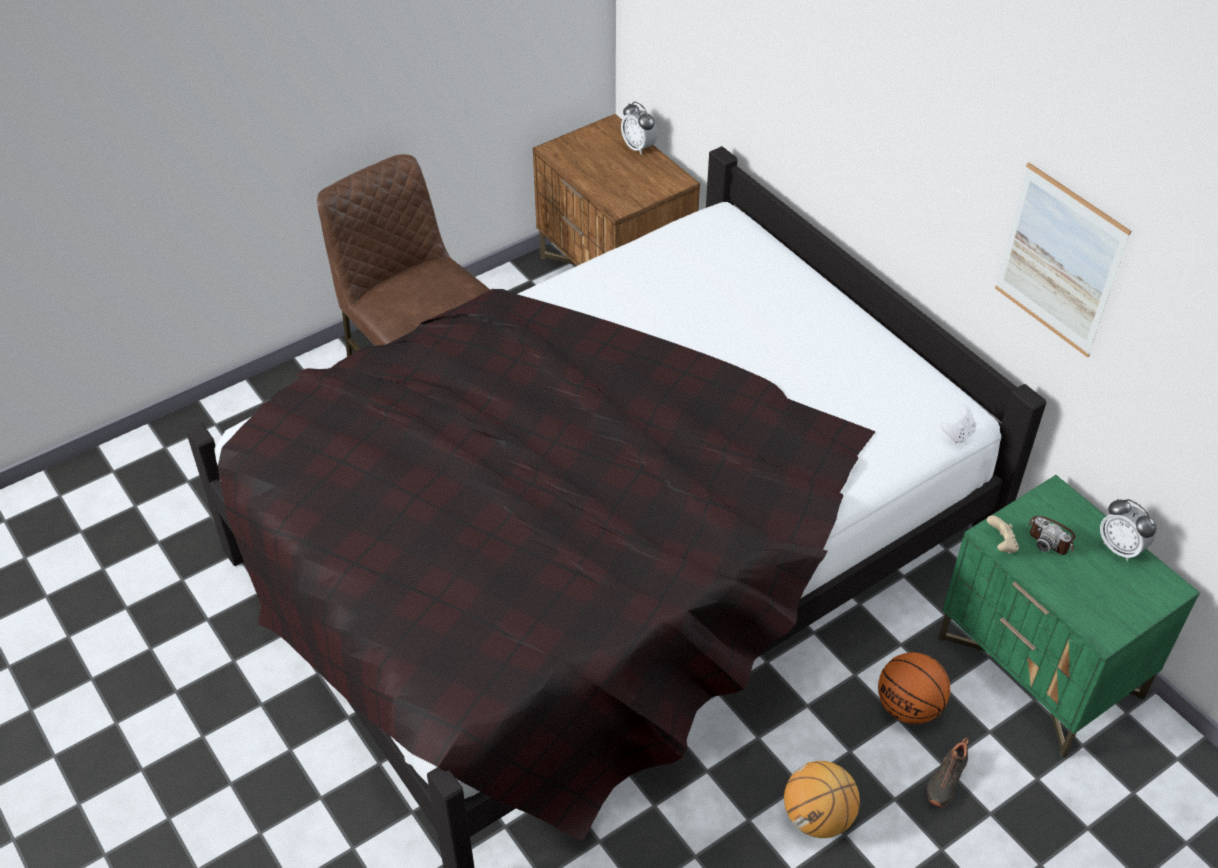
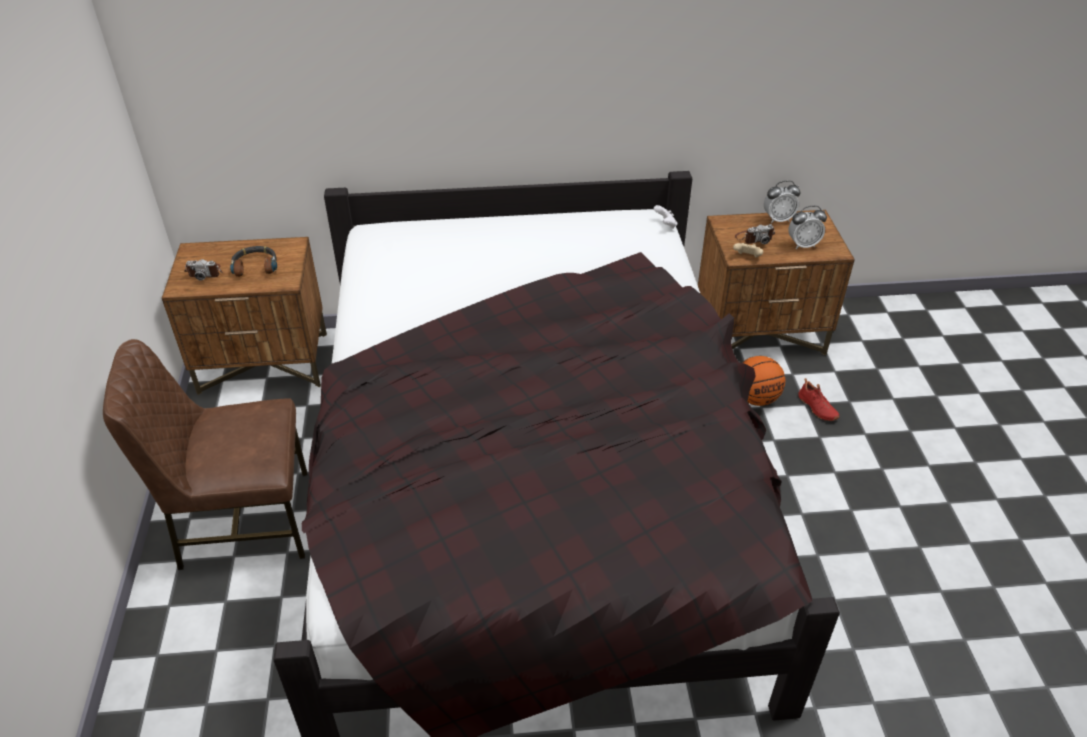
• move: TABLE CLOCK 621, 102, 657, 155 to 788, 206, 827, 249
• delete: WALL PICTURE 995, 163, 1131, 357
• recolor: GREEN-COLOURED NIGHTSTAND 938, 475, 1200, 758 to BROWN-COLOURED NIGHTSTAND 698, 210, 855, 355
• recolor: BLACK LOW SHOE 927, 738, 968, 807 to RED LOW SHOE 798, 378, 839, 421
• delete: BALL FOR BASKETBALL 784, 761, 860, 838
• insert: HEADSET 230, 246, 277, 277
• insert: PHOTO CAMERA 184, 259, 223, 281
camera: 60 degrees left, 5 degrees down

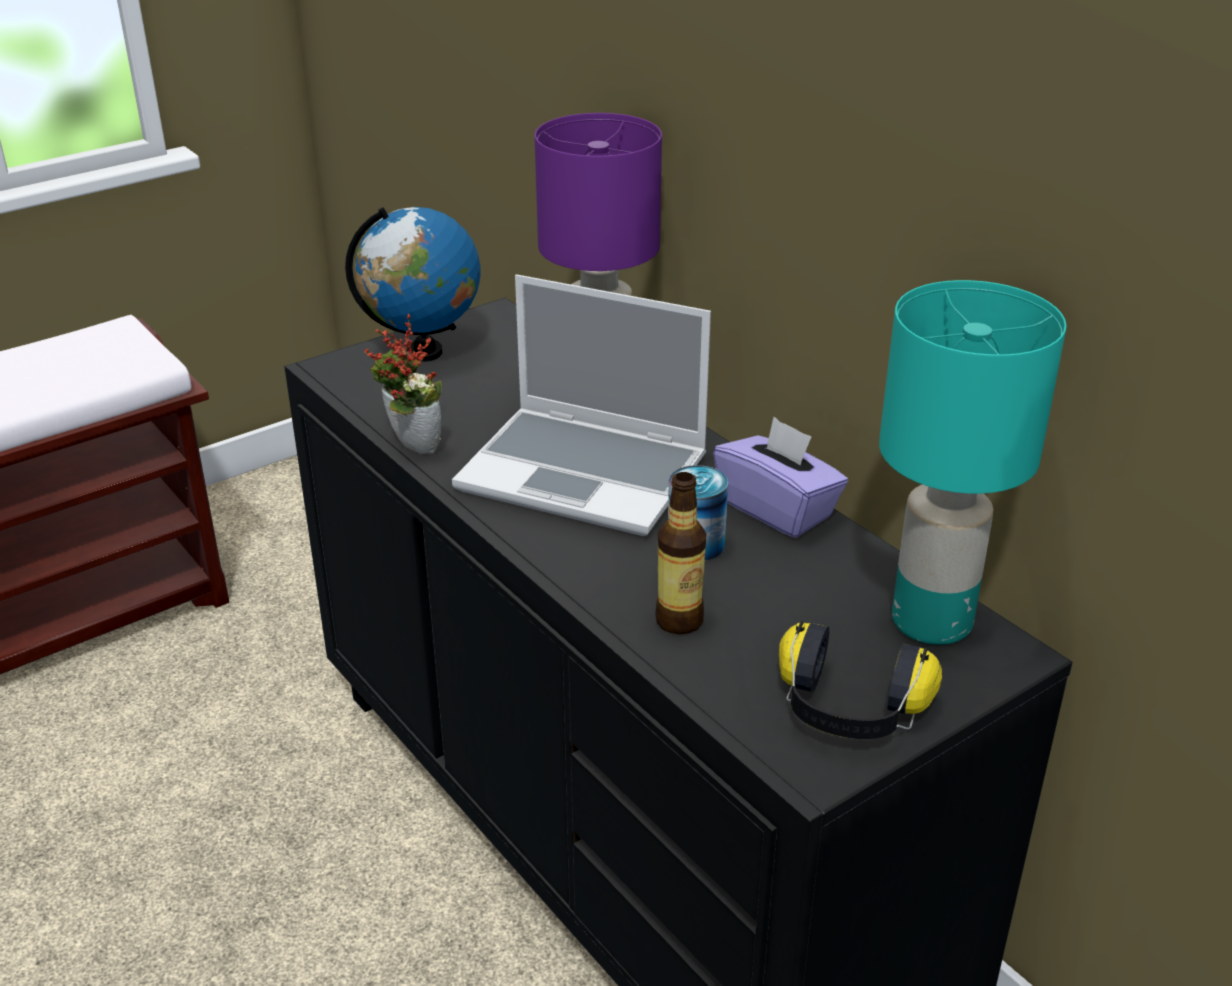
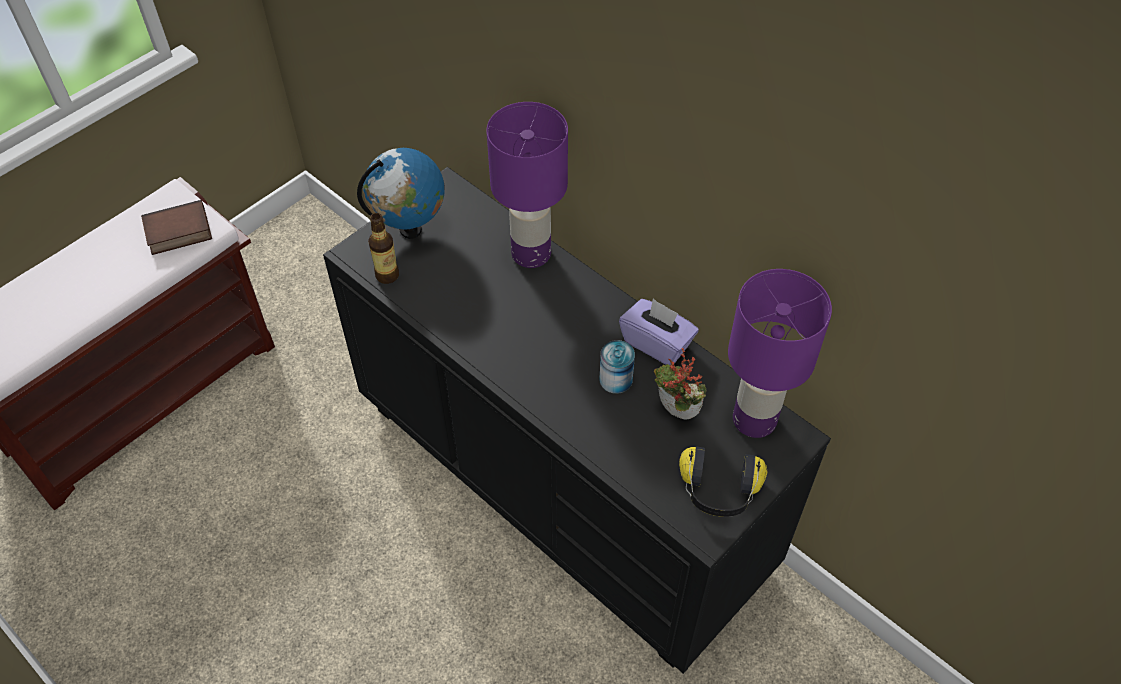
• delete: LAPTOP 452, 275, 711, 536
• recolor: TURQUOISE TABLE LAMP 879, 280, 1067, 645 to PURPLE TABLE LAMP 728, 269, 832, 438
• move: PLANT IN A POT 364, 314, 442, 454 to 654, 348, 706, 420
• move: BOTTLE 655, 472, 706, 634 to 368, 213, 399, 284
• insert: VOLUME 141, 200, 212, 255
camera: 10 degrees left, 20 degrees up

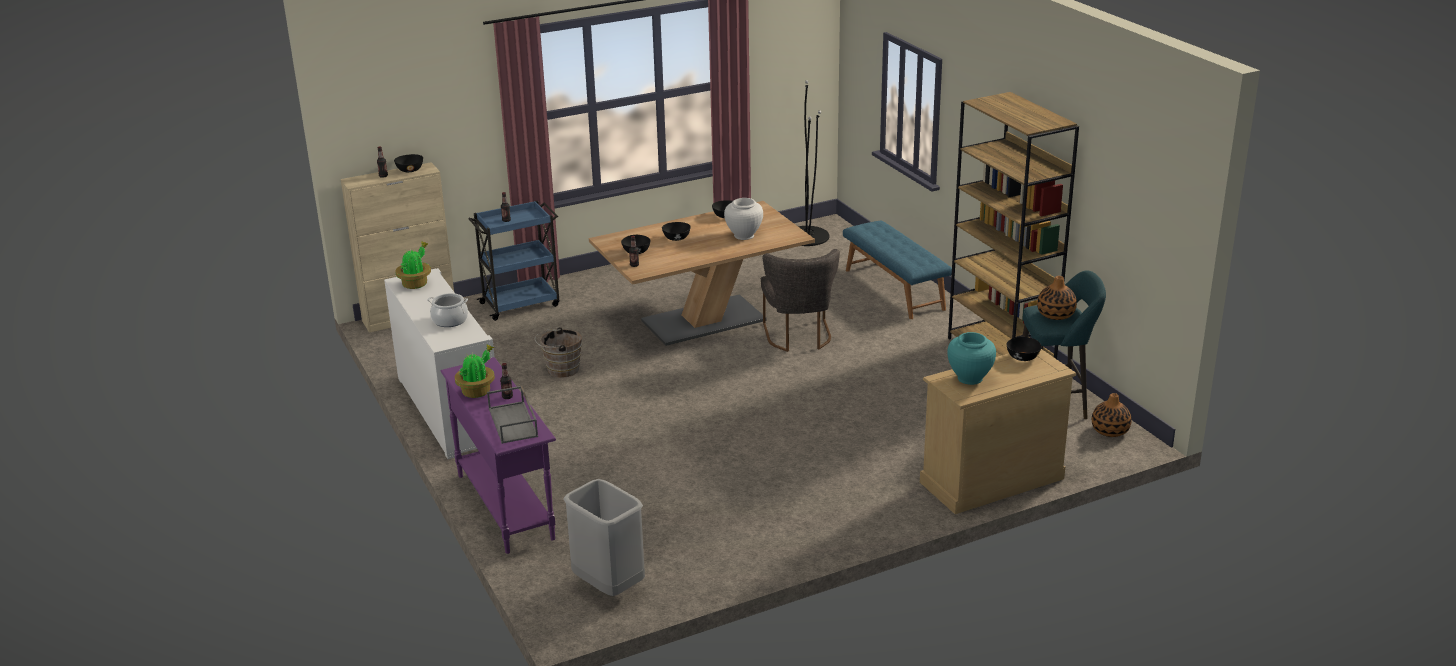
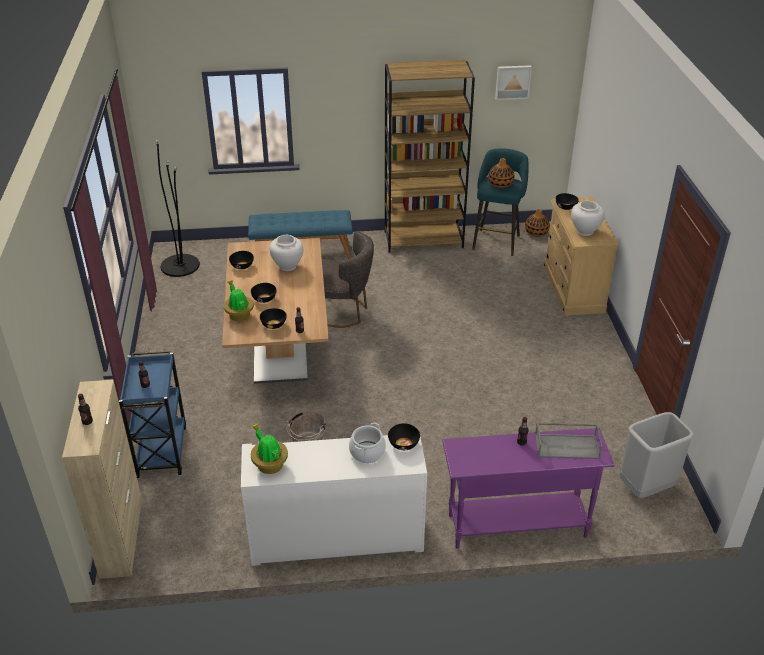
• move: BLACK BOWL 394, 154, 423, 172 to 388, 423, 420, 450
• recolor: TURQUOISE DECORATIVE VASE 947, 332, 996, 385 to WHITE-COLOURED DECORATIVE VASE 571, 201, 605, 236
• move: PLANT IN A POT 455, 344, 495, 398 to 224, 280, 254, 321
• insert: WALL PICTURE 495, 65, 532, 100
camera: 70 degrees left, 10 degrees up

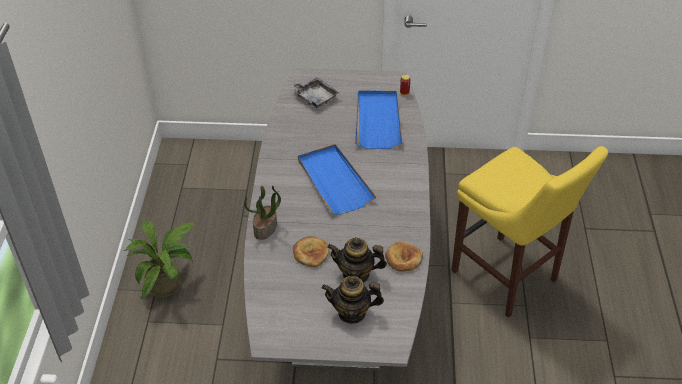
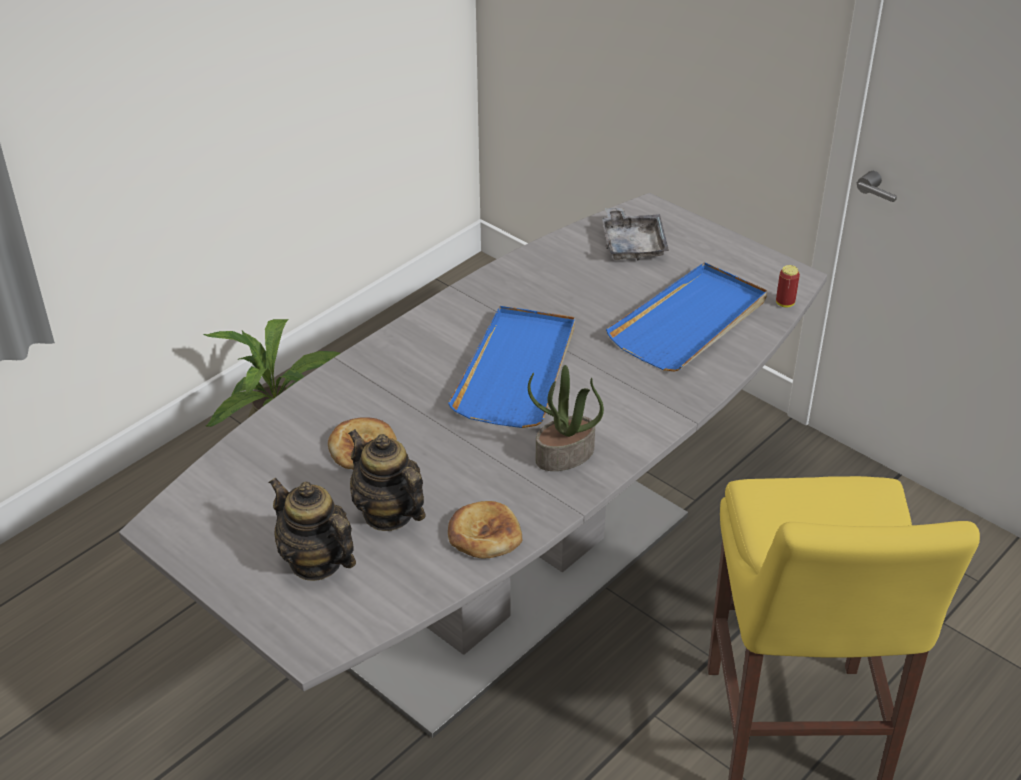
• move: PLANT IN A POT 244, 186, 281, 240 to 528, 365, 604, 471
camera: 40 degrees right, 5 degrees down

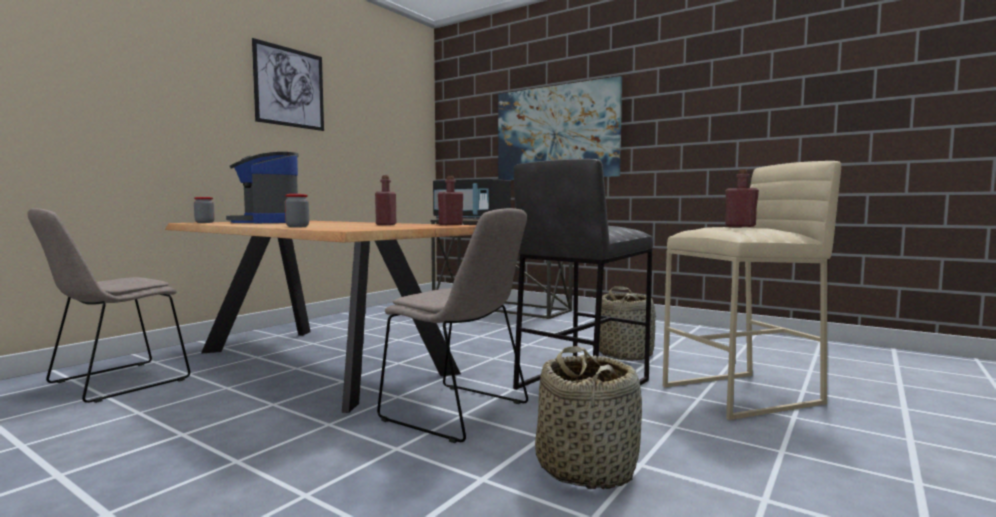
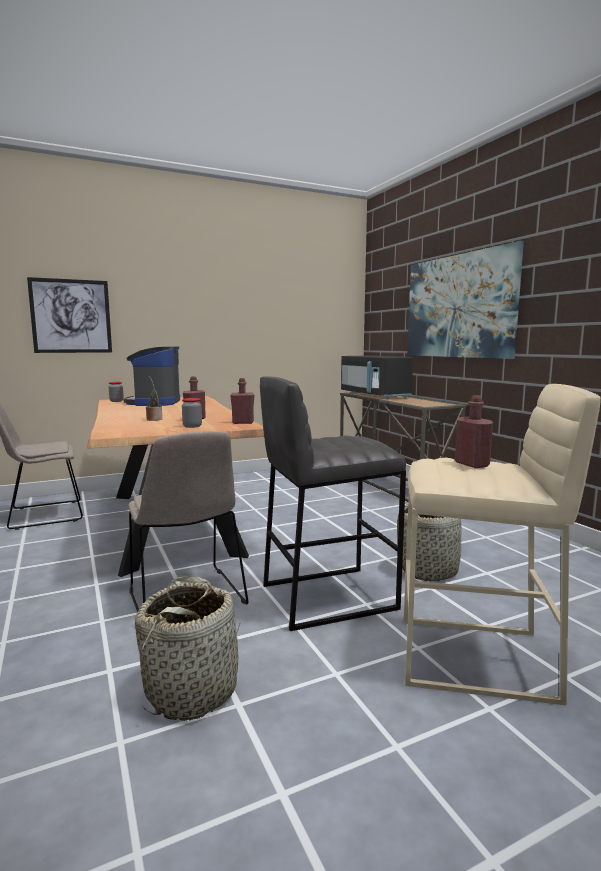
• move: WALL PICTURE 252, 38, 324, 131 to 27, 277, 112, 353
• move: STORAGE JAR 285, 194, 309, 227 to 182, 398, 202, 428
• insert: PLANT IN A POT 146, 376, 163, 421
camera: 30 degrees right, 5 degrees up

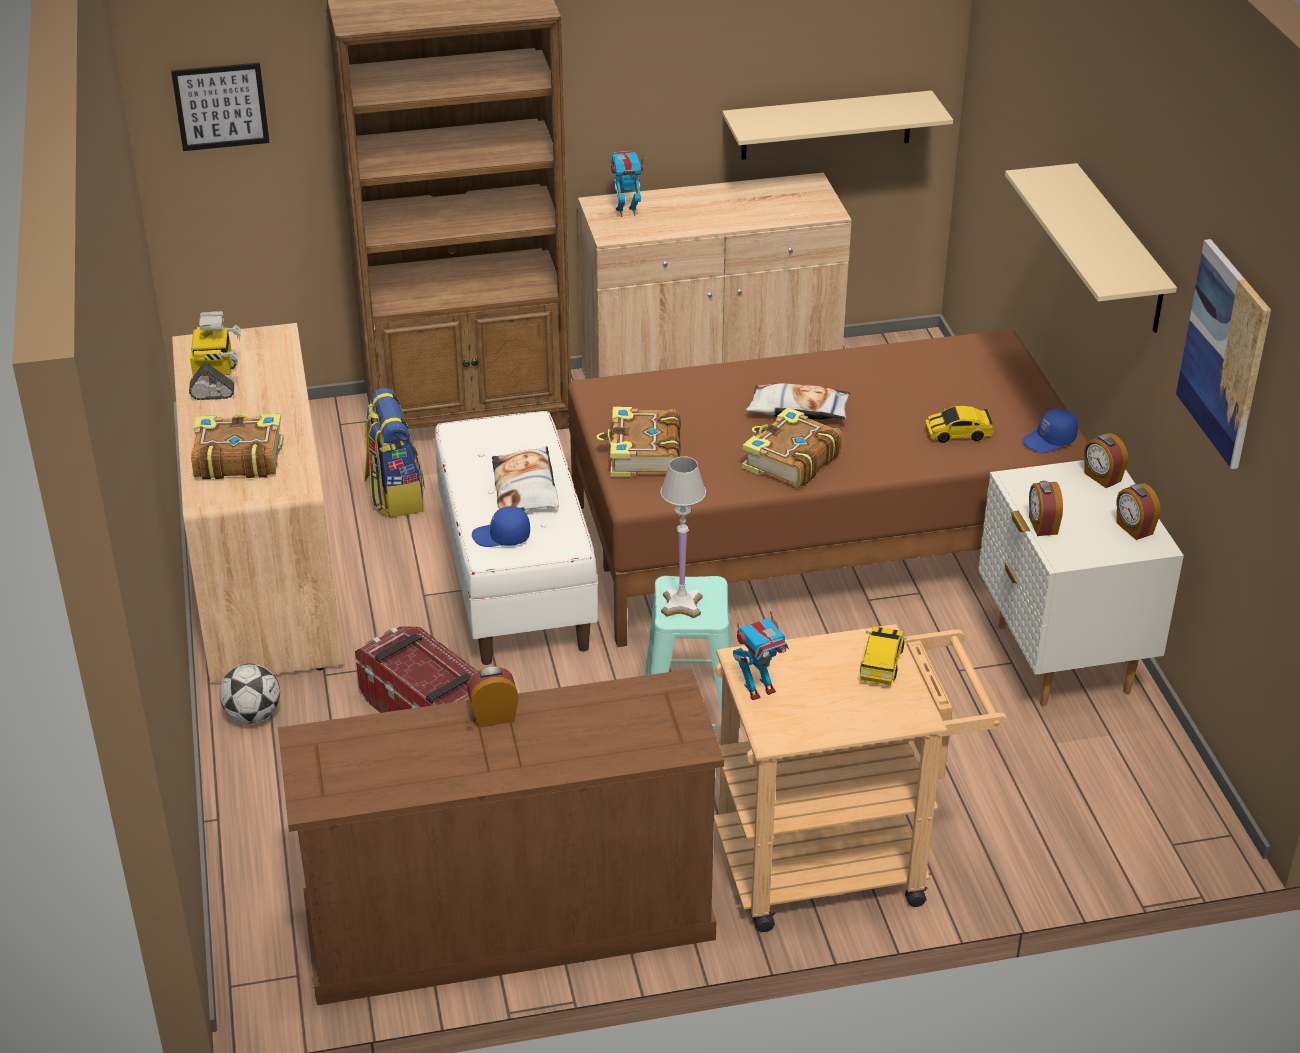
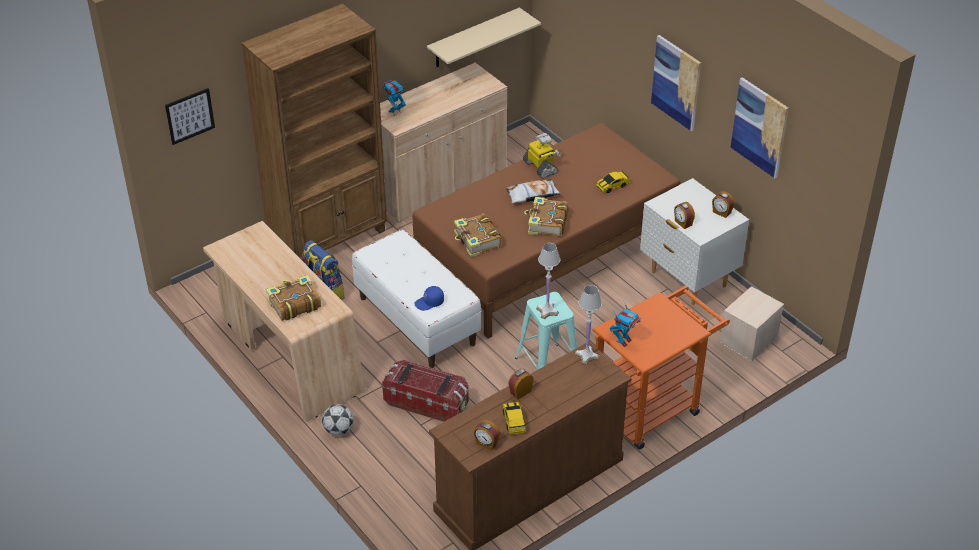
• replace: SAND-COLOURED SHELF 1005, 163, 1177, 333 to WALL PICTURE 651, 35, 701, 131
• move: ROBOT FIGURE 189, 311, 241, 400 to 523, 133, 561, 178
• delete: BLUE PEAKED CAP 1022, 408, 1078, 453
• move: TABLE CLOCK 1084, 433, 1128, 488 to 473, 420, 500, 451
• delete: CUSHION 492, 446, 559, 511
• recolor: SAND-COLOURED TROLLEY 714, 624, 1007, 932 to ORANGE-COLOURED TROLLEY 593, 286, 730, 450
• move: TOY CAR 860, 626, 906, 686 to 502, 402, 526, 435
• insert: WHITE-COLOURED TABLE LAMP 575, 285, 602, 365
• insert: SAND-COLOURED STORAGE BOX 719, 286, 784, 362
camera: 25 degrees left, 5 degrees up

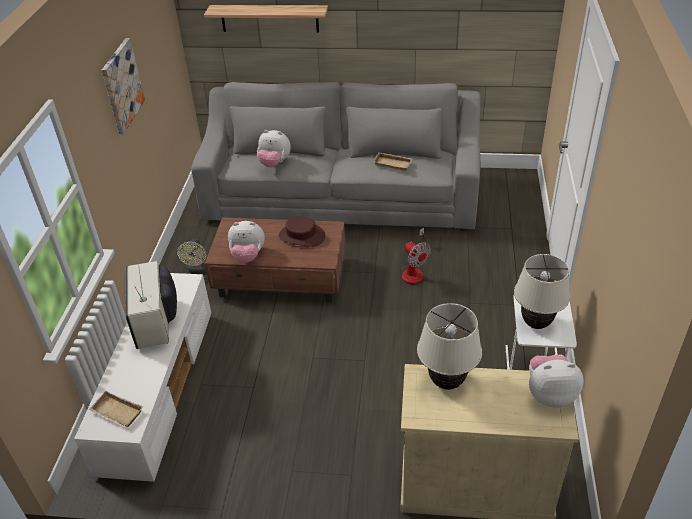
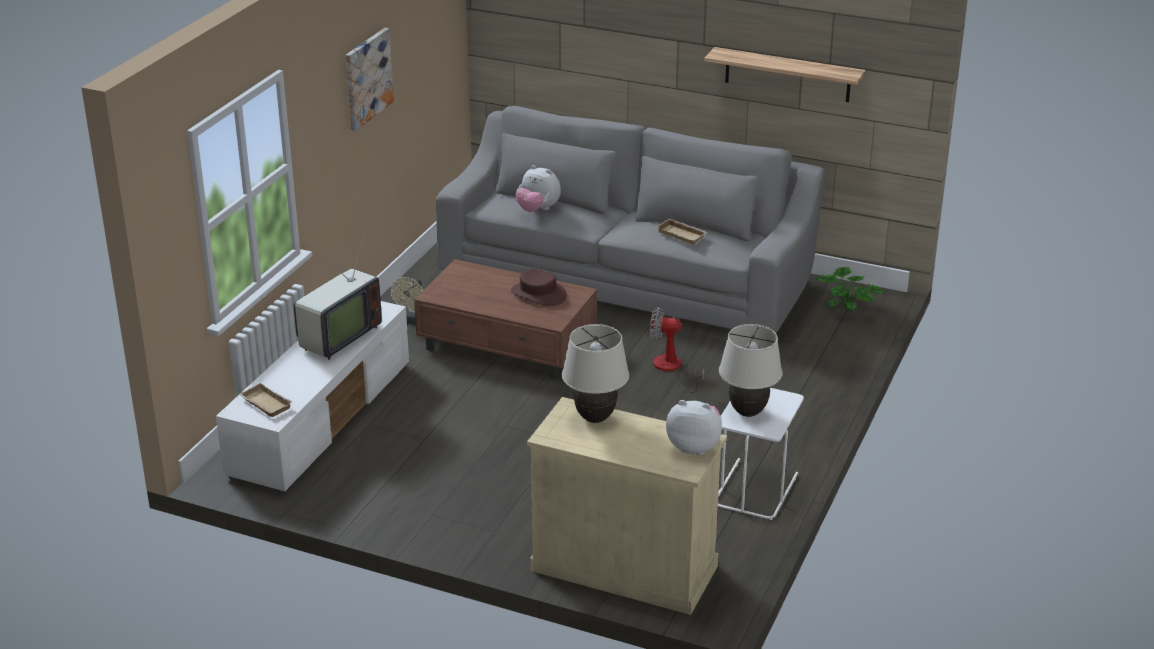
• move: SHELF 204, 5, 328, 33 to 704, 47, 865, 102
• delete: CUDDLY TOY 228, 221, 265, 263
• rotate: ELECTRIC FAN 402, 228, 431, 284 = 650, 307, 704, 393 120 degrees clockwise
• rotate: TV 125, 255, 177, 349 = 293, 233, 382, 360 150 degrees counterclockwise
• insert: PLANT IN A POT 817, 267, 884, 311
camera: 15 degrees right, 10 degrees down

